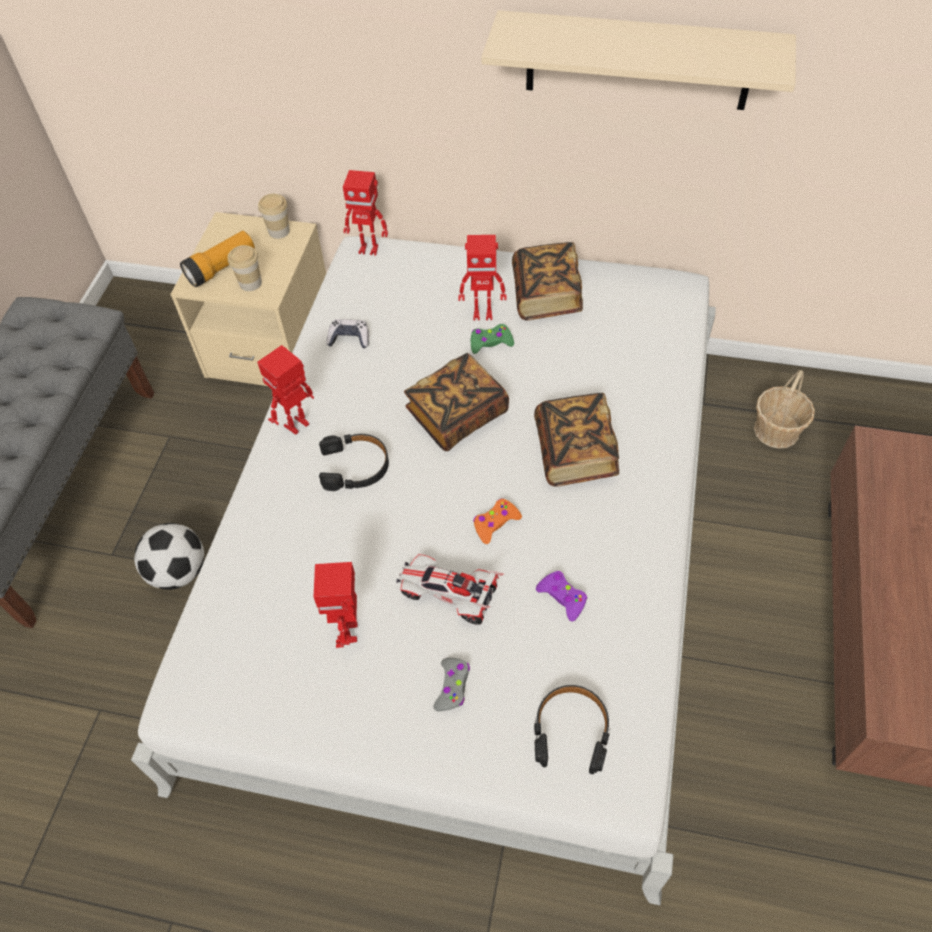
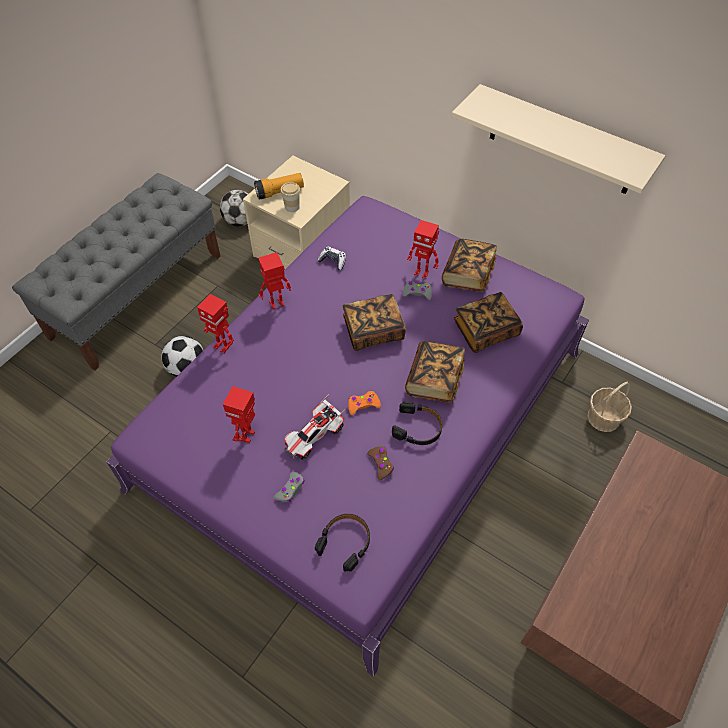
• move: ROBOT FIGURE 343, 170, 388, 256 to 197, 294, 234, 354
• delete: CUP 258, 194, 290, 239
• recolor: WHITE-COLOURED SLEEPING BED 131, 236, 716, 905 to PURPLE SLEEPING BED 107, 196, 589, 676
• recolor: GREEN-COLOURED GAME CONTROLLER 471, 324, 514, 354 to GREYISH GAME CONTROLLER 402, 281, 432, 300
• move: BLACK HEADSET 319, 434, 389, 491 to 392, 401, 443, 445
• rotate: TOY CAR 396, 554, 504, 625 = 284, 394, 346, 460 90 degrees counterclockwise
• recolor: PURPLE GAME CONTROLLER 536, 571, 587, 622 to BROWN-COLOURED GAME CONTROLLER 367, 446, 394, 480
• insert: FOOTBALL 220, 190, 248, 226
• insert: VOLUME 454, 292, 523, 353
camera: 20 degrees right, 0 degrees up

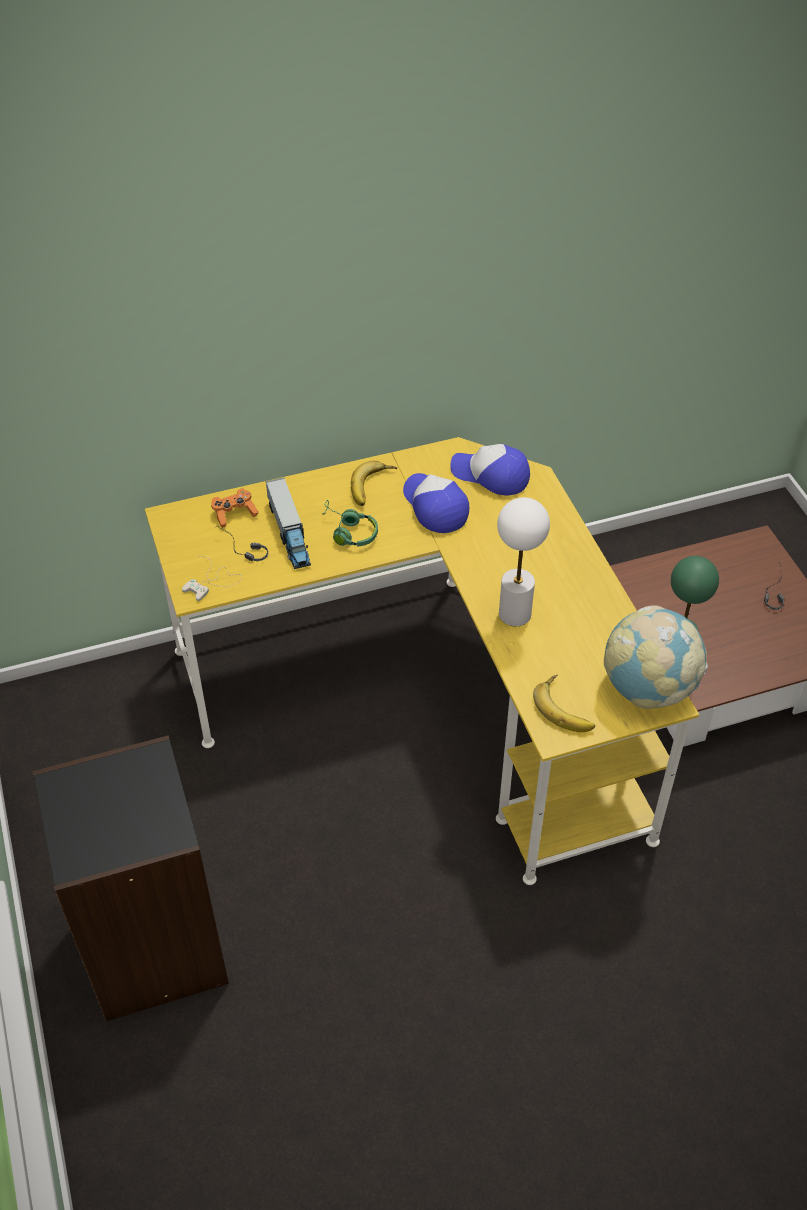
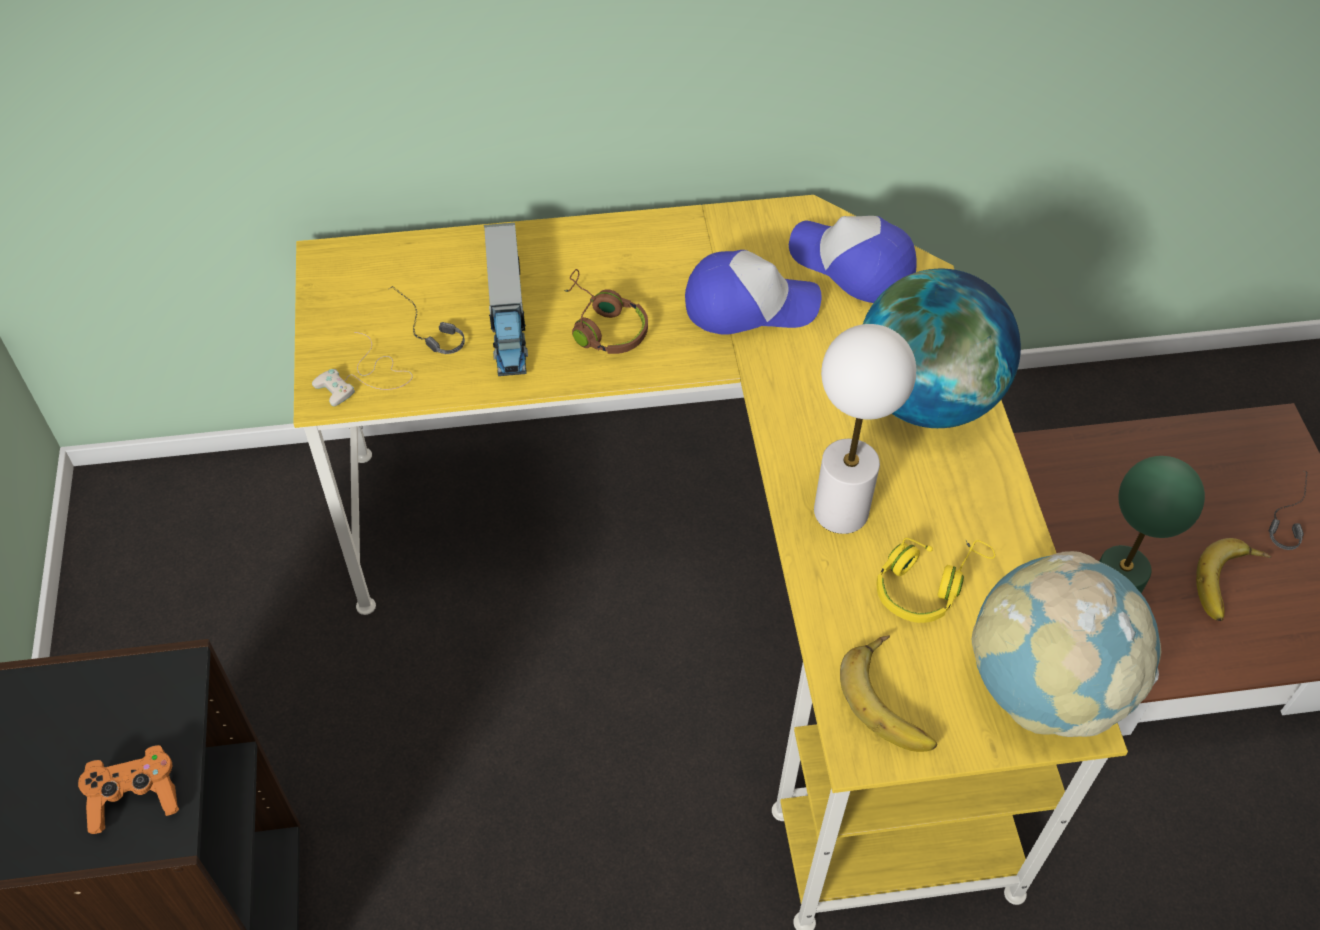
• move: WHOLE BANANA 351, 461, 397, 506 to 1196, 538, 1271, 621
• rotate: PEAKED CAP 403, 473, 469, 533 = 685, 250, 821, 335 105 degrees clockwise
• move: ORANGE-COLOURED GAME CONTROLLER 211, 488, 259, 528 to 78, 745, 179, 834
• recolor: GREEN-COLOURED HEADSET 323, 500, 378, 547 to BROWN-COLOURED HEADSET 564, 269, 648, 354
• insert: GLOBE 863, 269, 1021, 428
• insert: YELLOWISH HEADSET 877, 538, 995, 623
camera: 10 degrees right, 5 degrees up

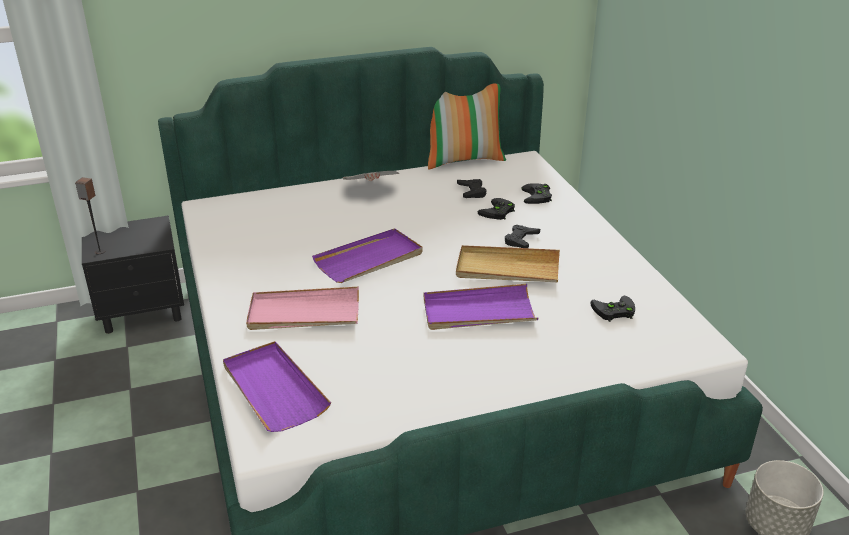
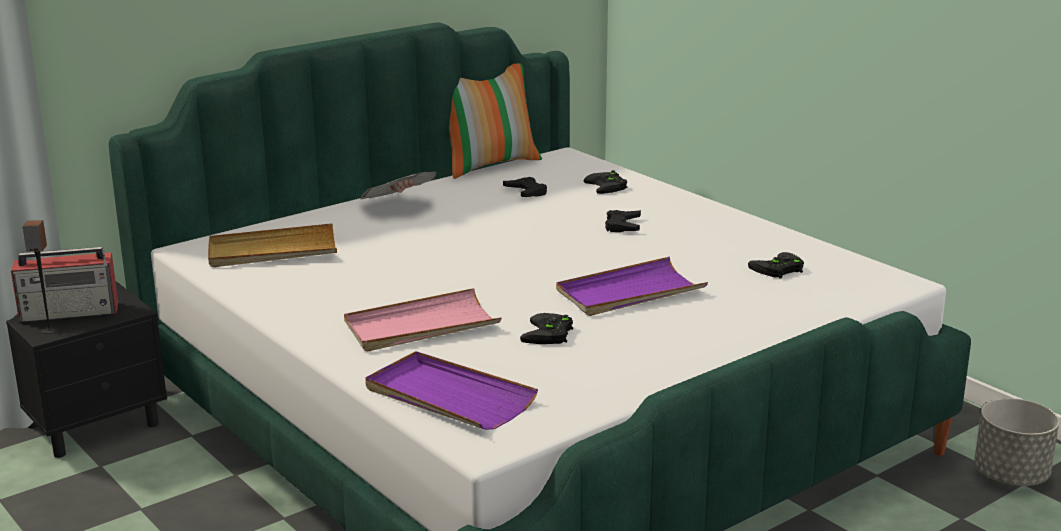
• move: BLACK GAME CONTROLLER 478, 198, 515, 220 to 520, 313, 573, 344
• delete: PURPLE CARRYING TRAY 312, 228, 423, 283
• move: SAND-COLOURED CARRYING TRAY 456, 245, 560, 282 to 208, 223, 337, 267
• insert: RADIO RECEIVER 11, 247, 118, 322
camera: 20 degrees left, 10 degrees down

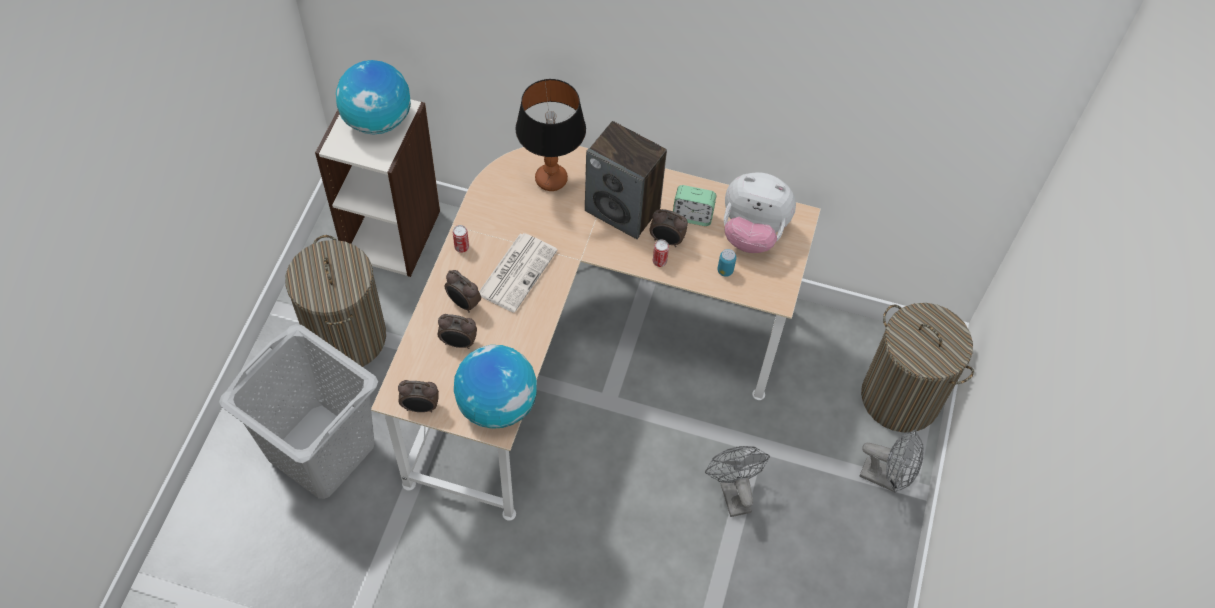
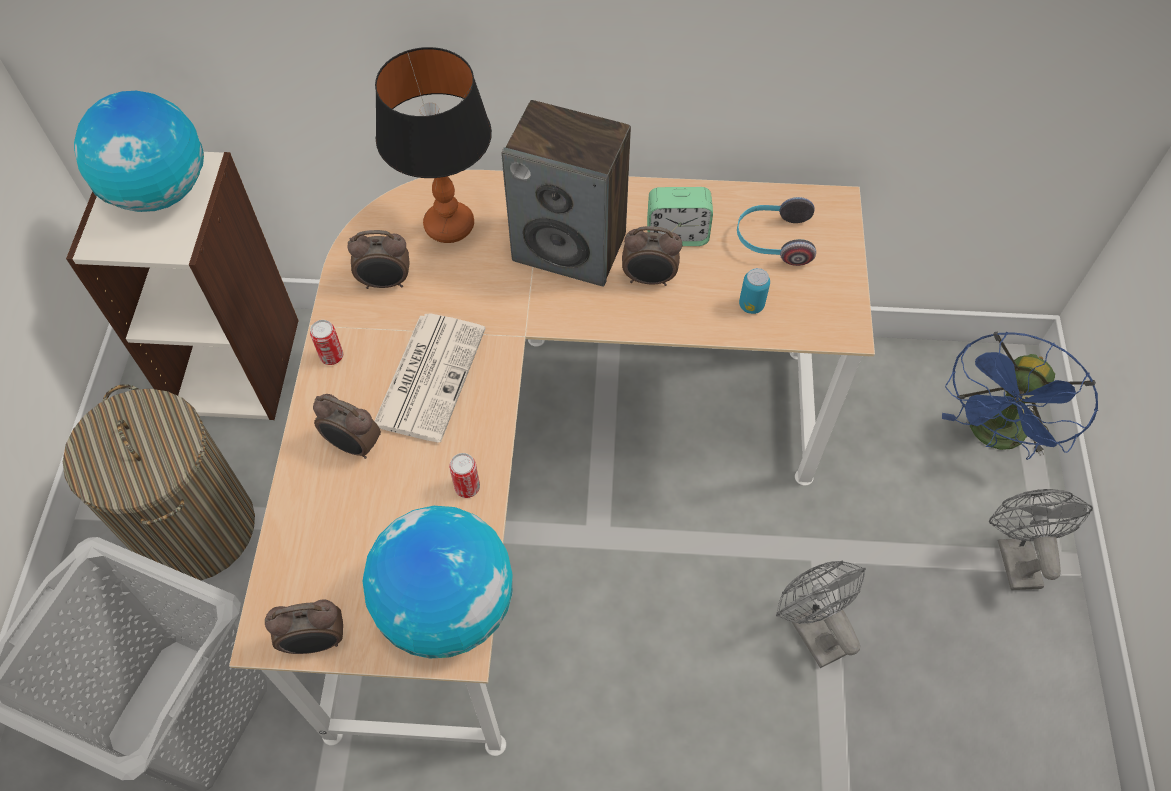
• replace: CUDDLY TOY 724, 172, 796, 253 to HEADSET 737, 197, 816, 266
• move: SEALED CAN 653, 239, 669, 267 to 449, 453, 480, 498
• replace: HAMPER 861, 303, 974, 433 to BLUE ELECTRIC FAN 942, 331, 1098, 460
• move: TABLE CLOCK 438, 314, 477, 349 to 347, 230, 409, 289
• rotate: GREYISH ELECTRIC FAN 859, 430, 924, 493 = 989, 489, 1093, 590 105 degrees counterclockwise
camera: 10 degrees left, 0 degrees up

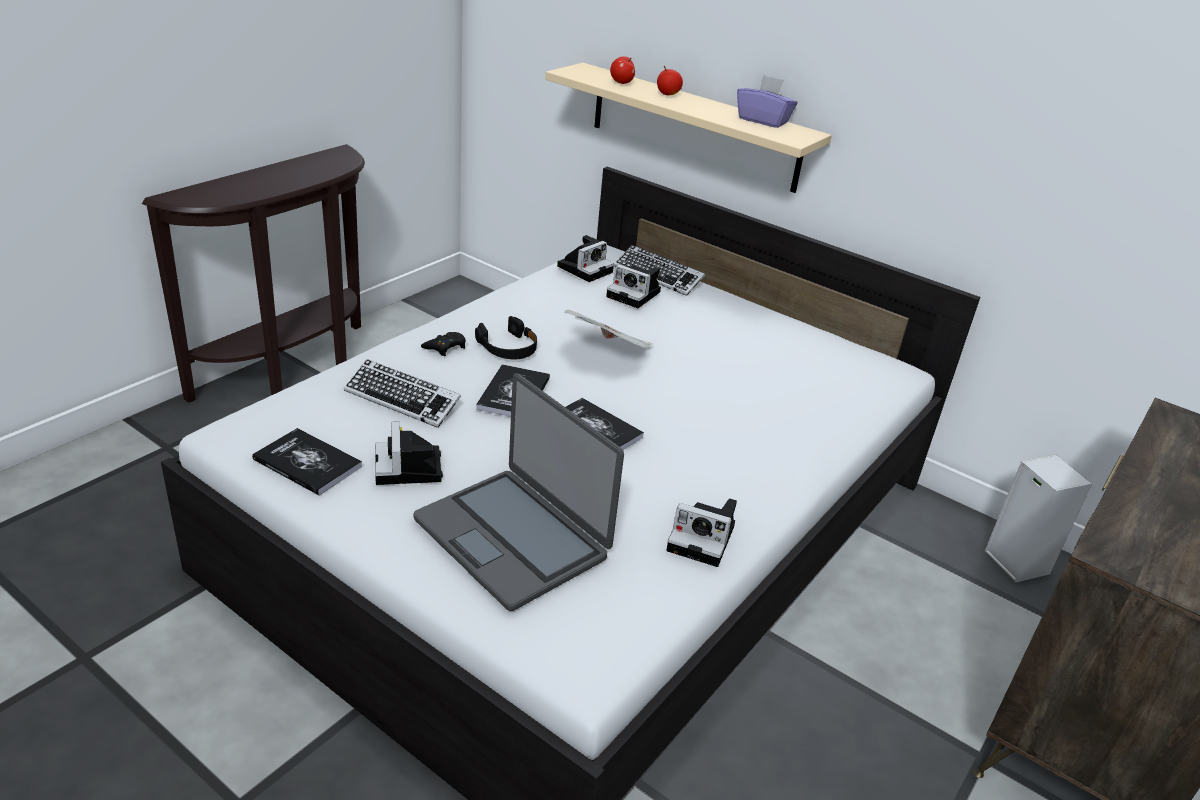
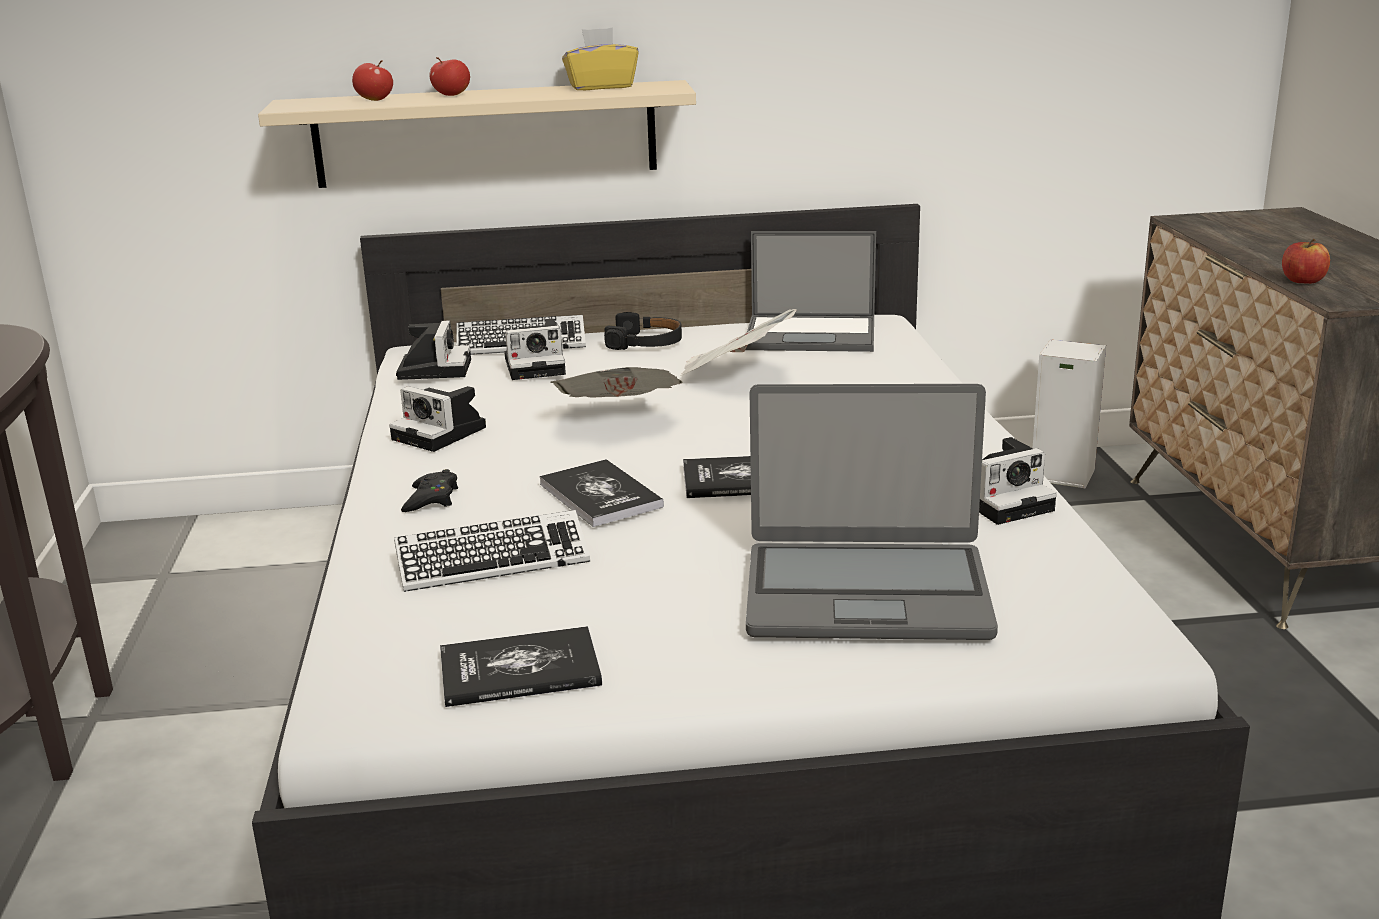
• recolor: PURPLE BOX OF TISSUES 737, 75, 797, 128 to YELLOWISH BOX OF TISSUES 562, 27, 639, 90
• move: BLACK HEADSET 475, 316, 537, 359 to 604, 312, 682, 350
• move: PHOTO CAMERA 375, 421, 443, 485 to 389, 386, 486, 452
• insert: LAPTOP 745, 231, 876, 352
• insert: APPLE FRUIT 1282, 239, 1330, 284
• insert: DAILY PAPER 680, 309, 796, 376
camera: 40 degrees left, 10 degrees down

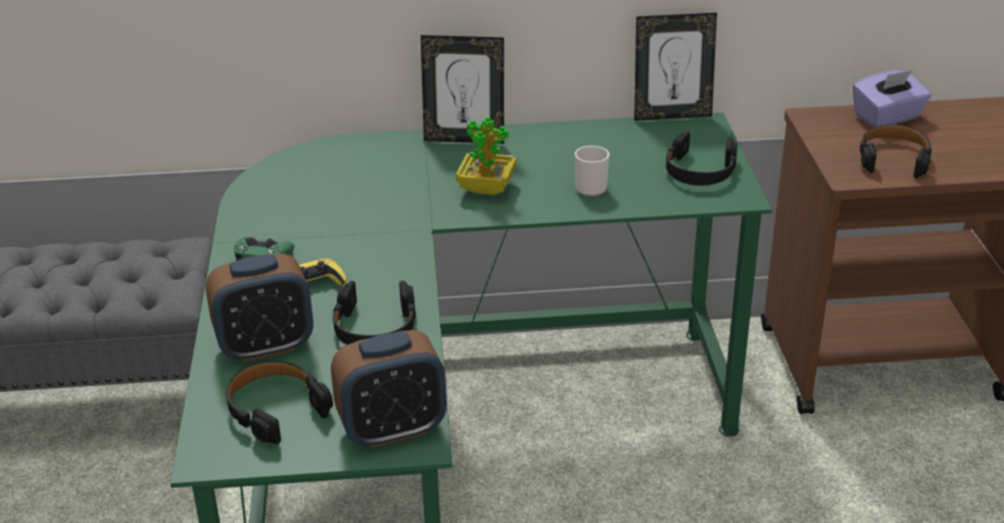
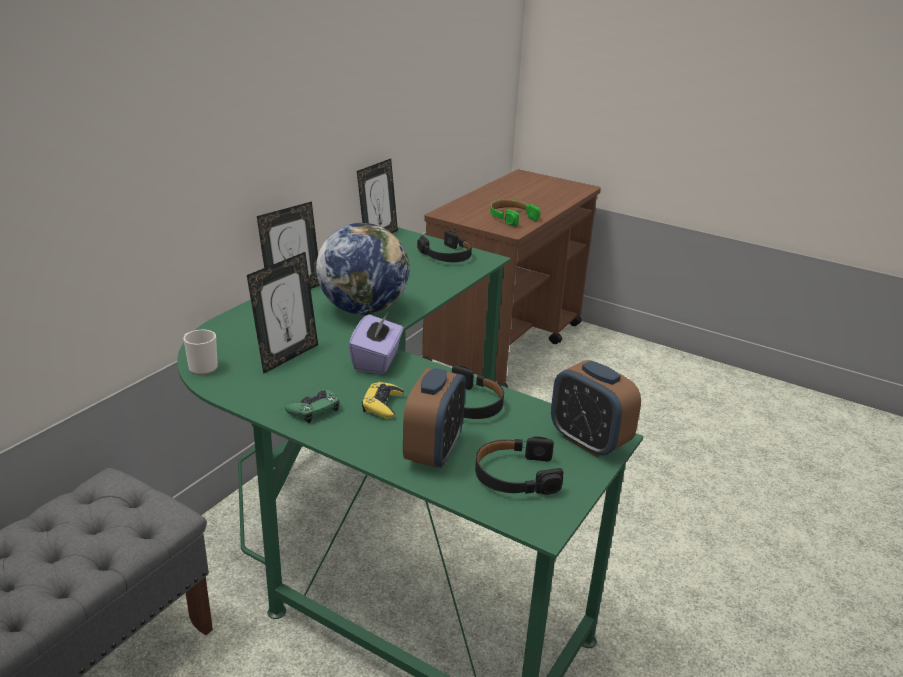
• move: PURPLE BOX OF TISSUES 853, 70, 931, 127 to 349, 313, 403, 374
• replace: PLANT IN A POT 456, 117, 516, 195 to GLOBE 316, 223, 410, 315
• recolor: BLACK HEADSET 860, 124, 932, 178 to GREEN-COLOURED HEADSET 490, 199, 540, 226
• move: TEA MUG 575, 146, 609, 196 to 183, 330, 218, 375
• rotate: TABLE CLOCK 331, 330, 447, 448 = 551, 360, 641, 457 120 degrees clockwise
• insert: PICTURE FRAME 247, 252, 318, 374
camera: 55 degrees left, 5 degrees down

